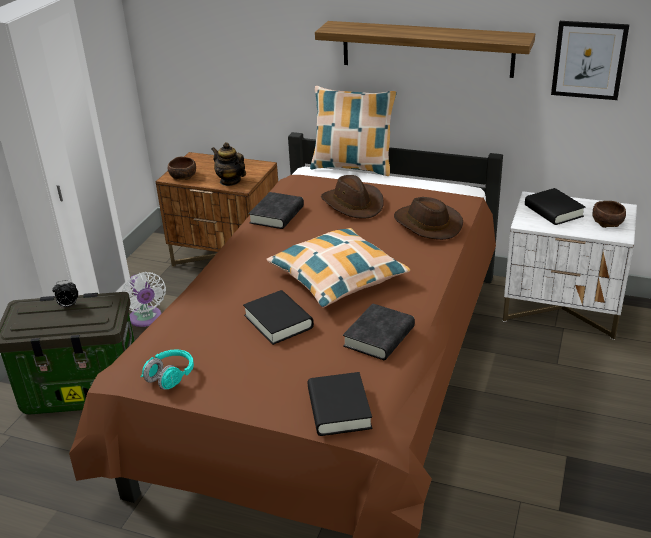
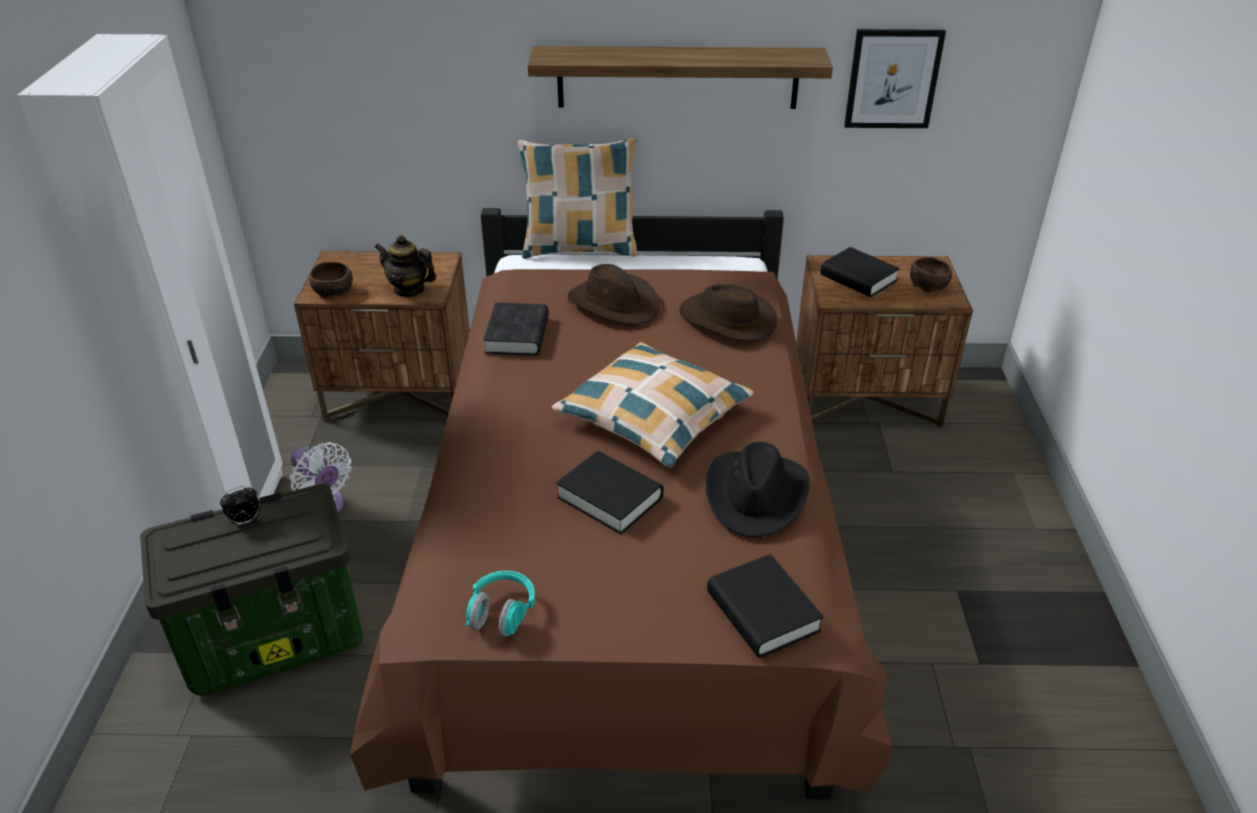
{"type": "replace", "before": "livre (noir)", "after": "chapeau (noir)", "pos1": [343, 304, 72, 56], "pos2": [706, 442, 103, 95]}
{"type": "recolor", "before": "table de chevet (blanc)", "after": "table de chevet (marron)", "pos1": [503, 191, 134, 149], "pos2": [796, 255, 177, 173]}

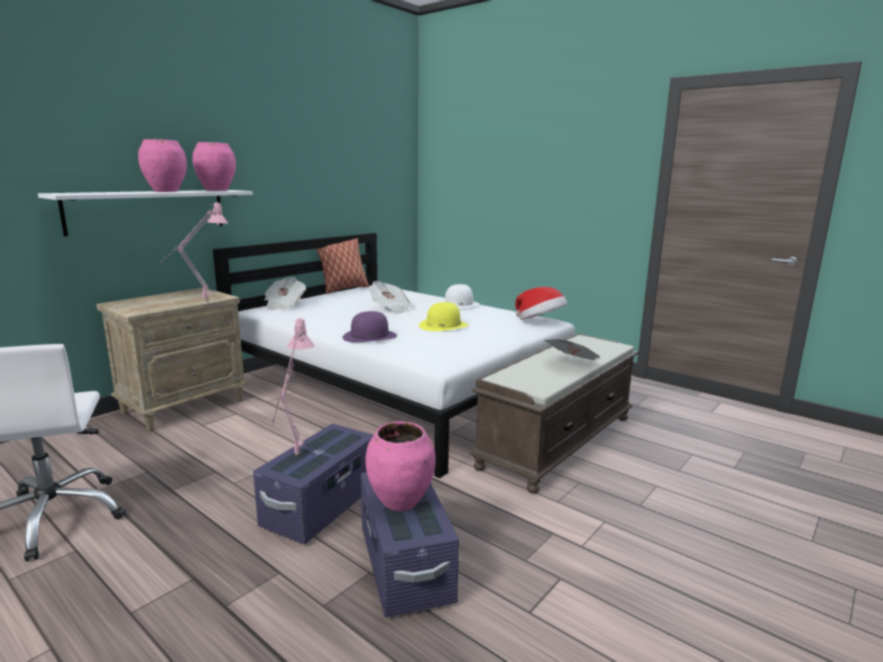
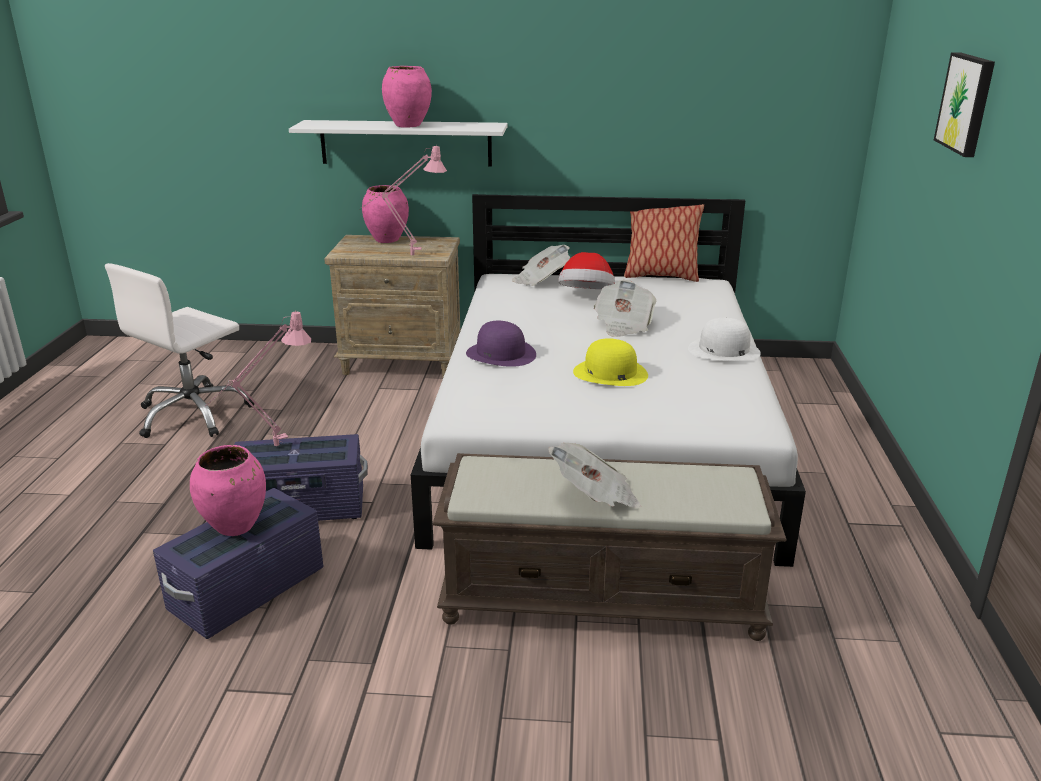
{"type": "insert", "after": "tableau", "pos2": [934, 52, 61, 105]}
{"type": "move", "before": "vase (rose)", "pos1": [192, 142, 44, 49], "pos2": [362, 185, 47, 58]}
{"type": "move", "before": "chapeau", "pos1": [515, 287, 53, 33], "pos2": [558, 252, 57, 37]}

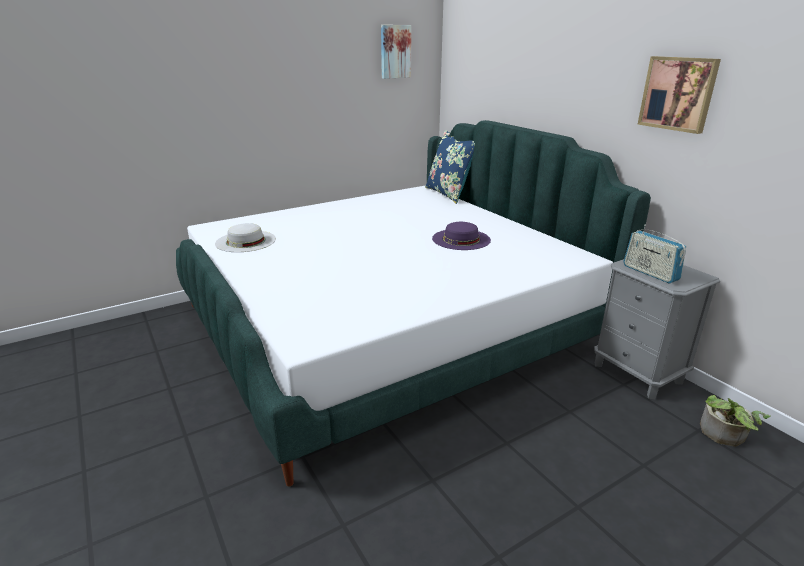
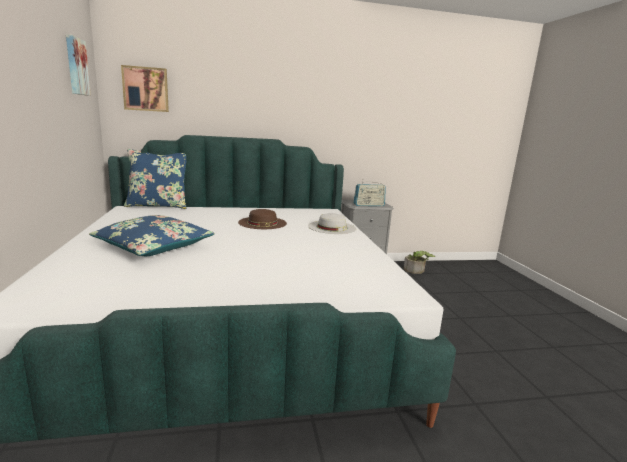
{"type": "insert", "after": "coussin (bleu)", "pos2": [89, 215, 126, 41]}
{"type": "move", "before": "chapeau (blanc)", "pos1": [215, 223, 61, 29], "pos2": [308, 213, 48, 21]}
{"type": "move", "before": "tableau", "pos1": [638, 56, 83, 78], "pos2": [121, 65, 48, 47]}
{"type": "recolor", "before": "chapeau (violet)", "after": "chapeau (marron)", "pos1": [432, 222, 59, 28], "pos2": [238, 209, 49, 20]}

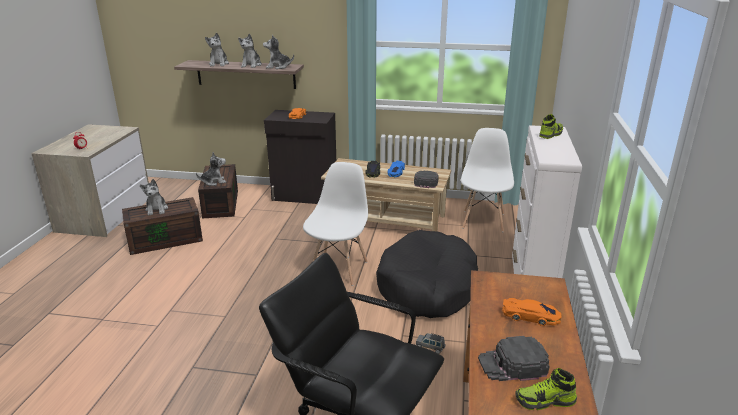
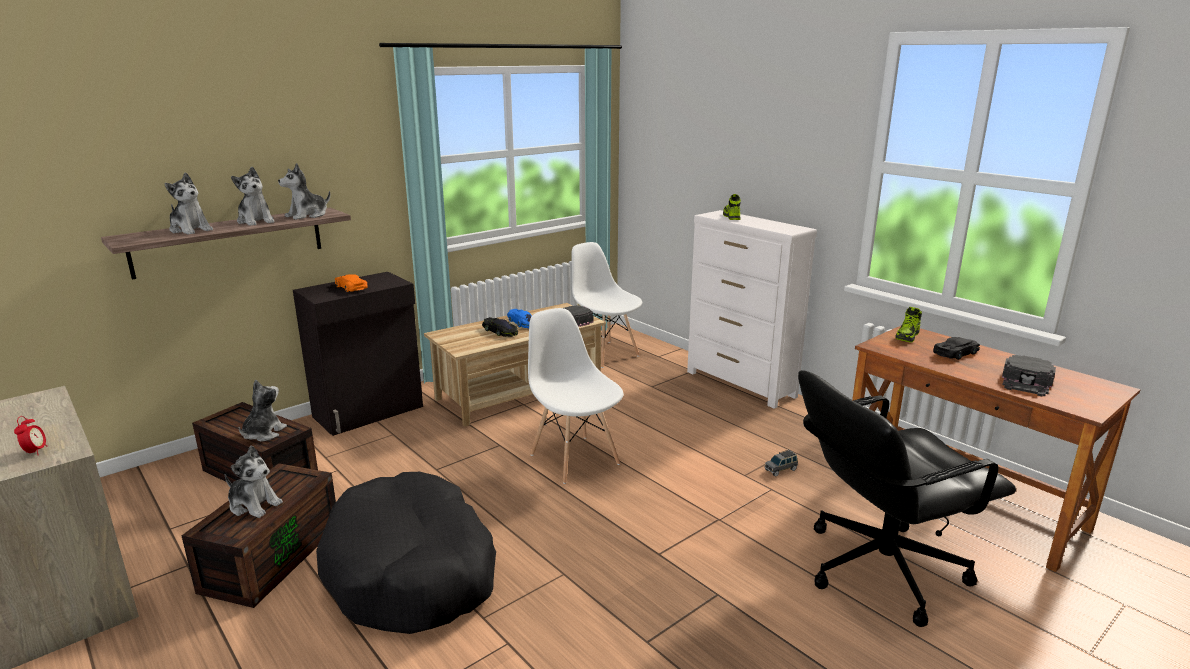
{"type": "move", "before": "panier pour chien (noir)", "pos1": [376, 230, 102, 88], "pos2": [316, 472, 180, 162]}
{"type": "move", "before": "chaussure", "pos1": [515, 368, 62, 42], "pos2": [895, 307, 27, 35]}
{"type": "recolor", "before": "petite voiture (orange)", "after": "petite voiture (noir)", "pos1": [502, 298, 60, 28], "pos2": [933, 337, 47, 23]}

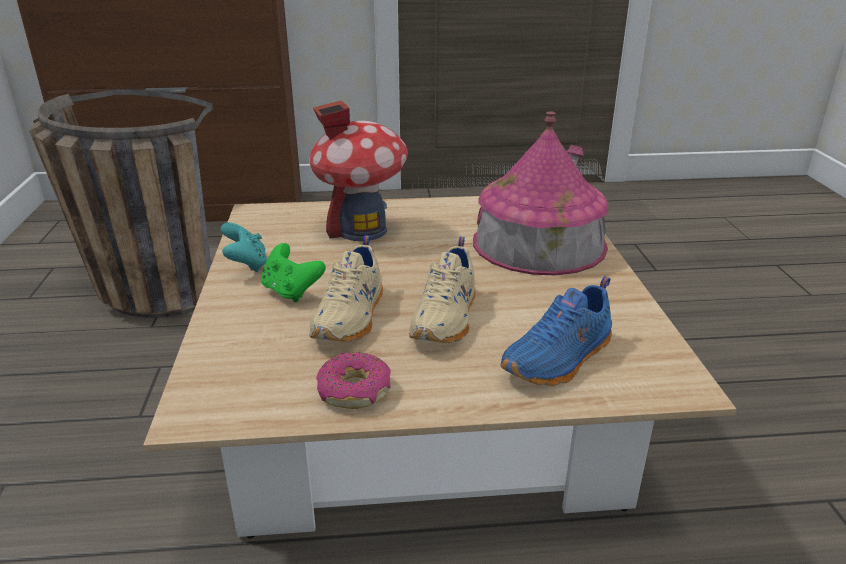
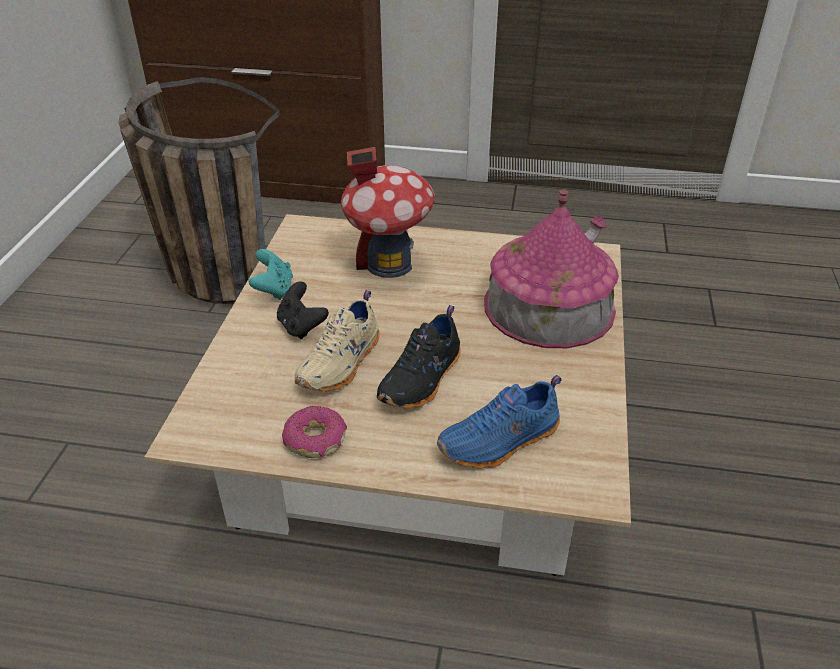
{"type": "recolor", "before": "manette (vert)", "after": "manette (noir)", "pos1": [261, 243, 65, 59], "pos2": [277, 281, 52, 59]}
{"type": "recolor", "before": "chaussure (beige)", "after": "chaussure (noir)", "pos1": [409, 237, 67, 106], "pos2": [377, 305, 84, 104]}

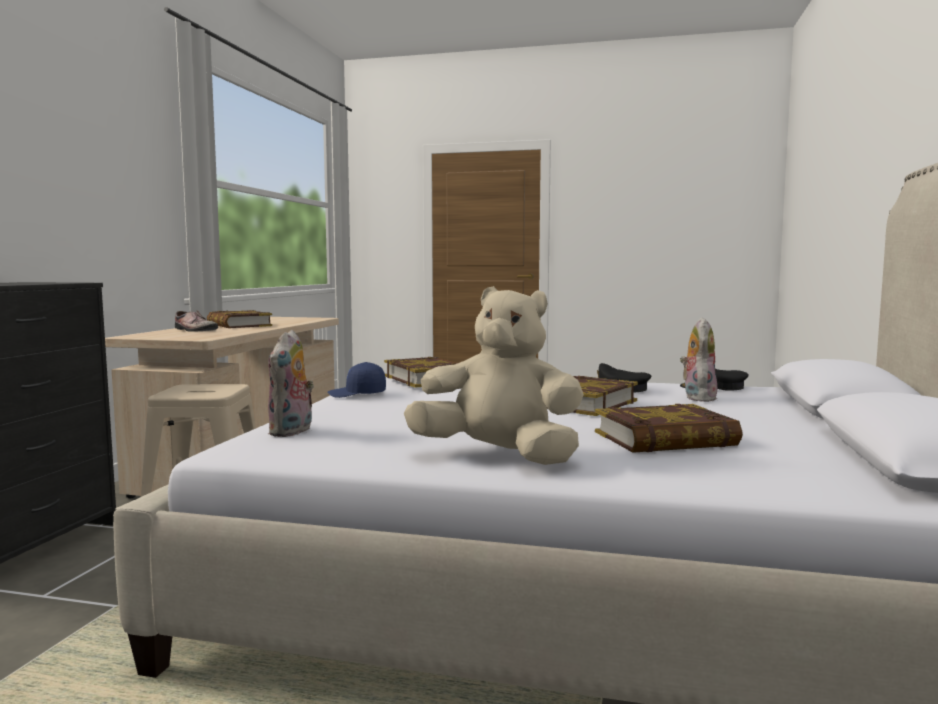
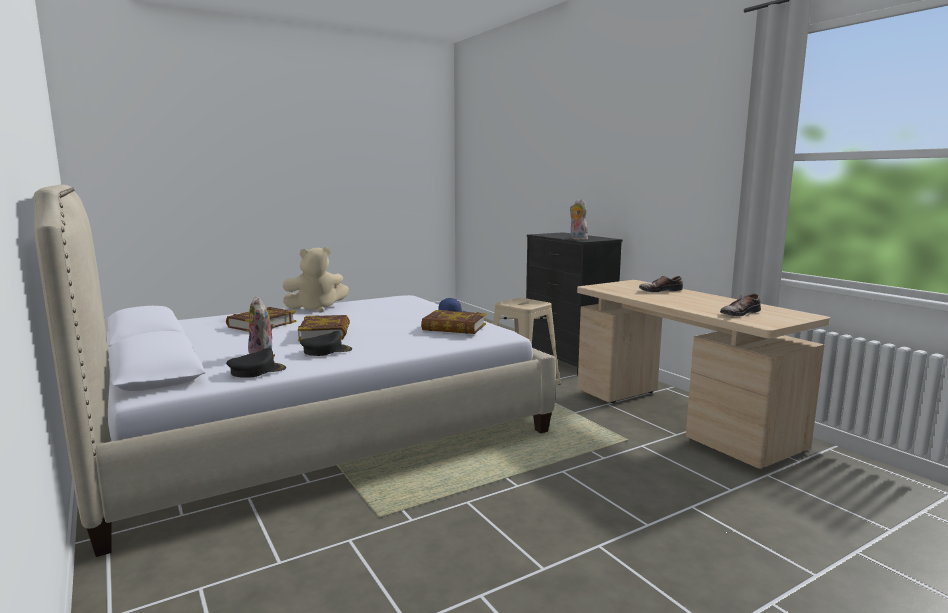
{"type": "delete", "before": "livre", "pos1": [207, 310, 65, 18]}
{"type": "insert", "after": "chaussure", "pos2": [720, 294, 41, 23]}
{"type": "move", "before": "peluche", "pos1": [268, 330, 46, 107], "pos2": [570, 199, 18, 41]}

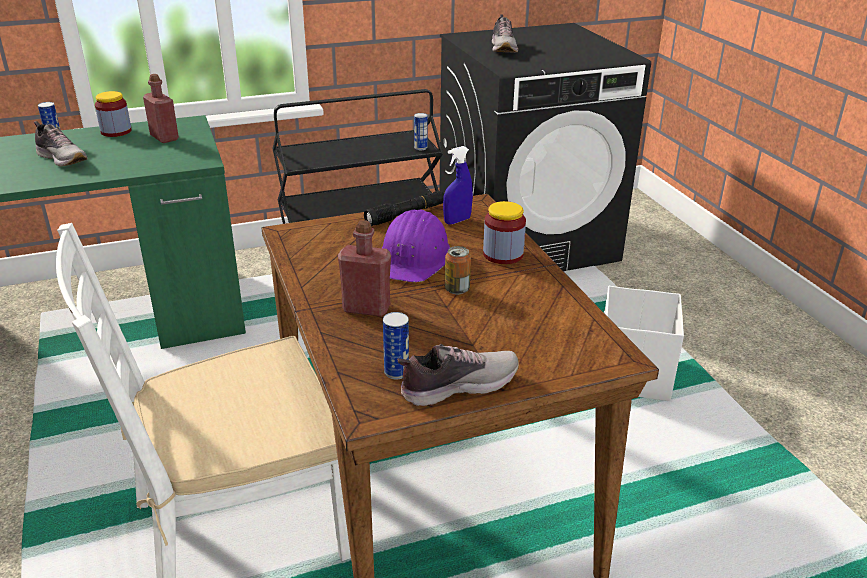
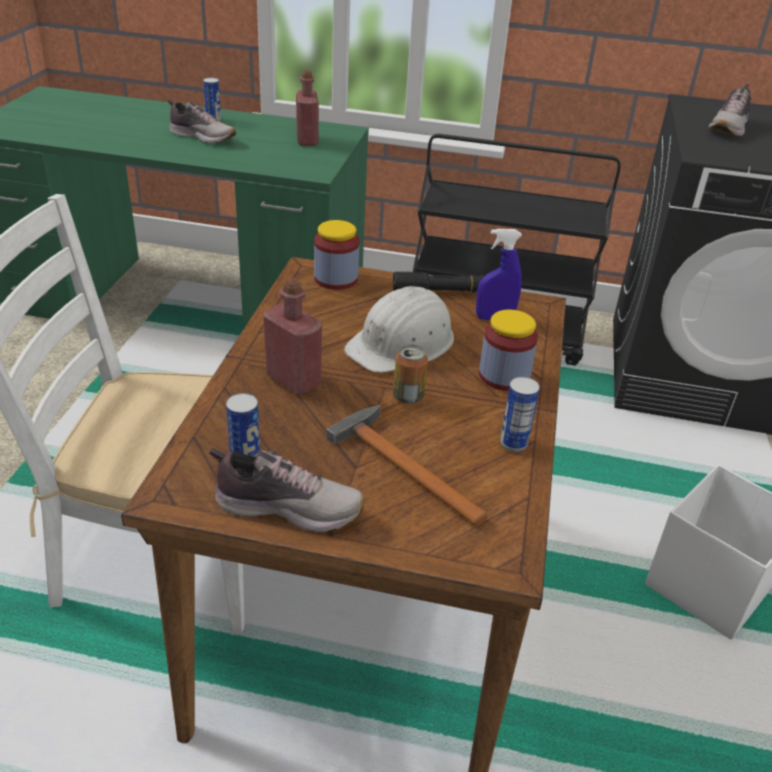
{"type": "insert", "after": "marteau", "pos2": [326, 405, 162, 121]}
{"type": "move", "before": "bocal", "pos1": [95, 91, 37, 46], "pos2": [314, 220, 45, 70]}
{"type": "move", "before": "boîte métallique", "pos1": [414, 113, 14, 37], "pos2": [500, 377, 40, 75]}
{"type": "recolor", "before": "casque de chantier (violet)", "after": "casque de chantier (blanc)", "pos1": [382, 210, 68, 72], "pos2": [344, 286, 110, 87]}
{"type": "rotate", "before": "chaussure", "pos1": [34, 121, 53, 45], "pos2": [167, 99, 69, 45], "turn": -45}

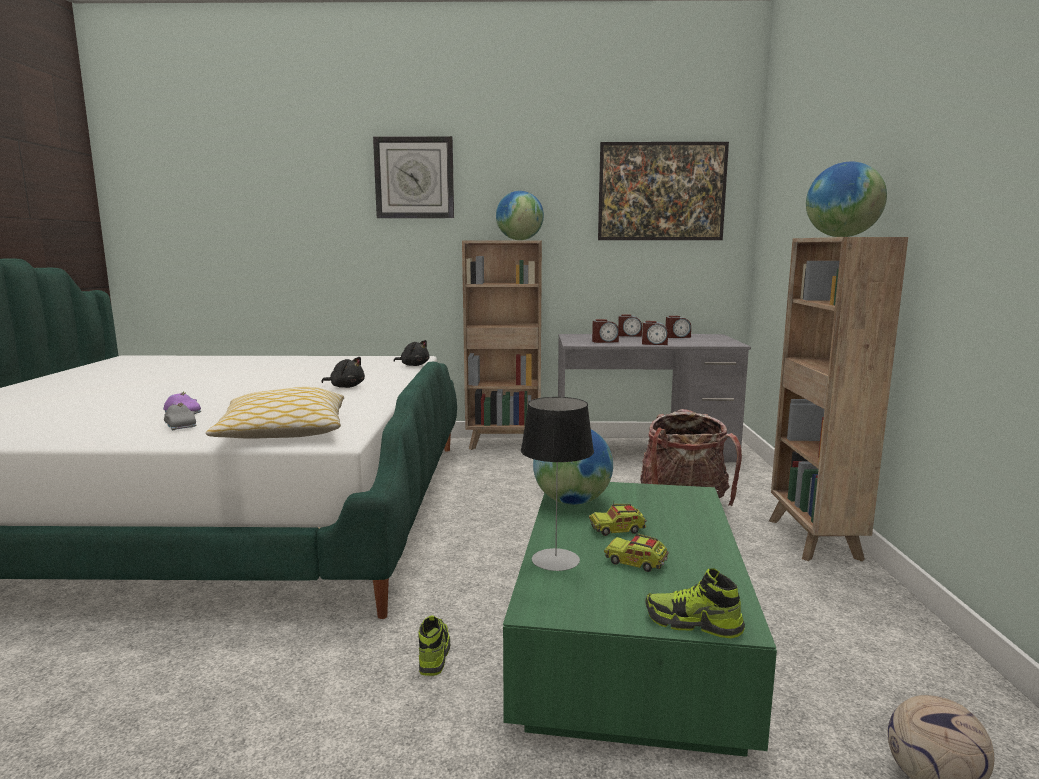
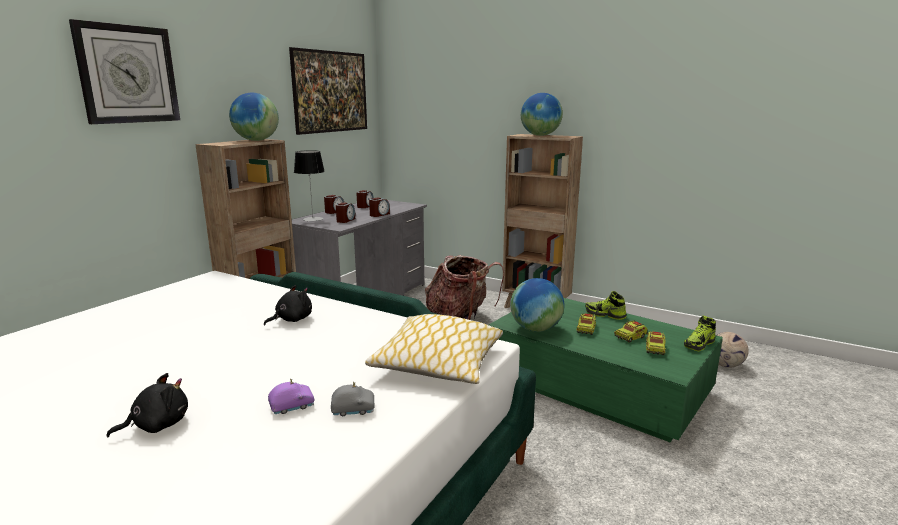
{"type": "insert", "after": "camion jouet", "pos2": [646, 331, 20, 24]}
{"type": "move", "before": "peluche (noir)", "pos1": [394, 340, 35, 26], "pos2": [106, 373, 82, 64]}
{"type": "move", "before": "chaussure", "pos1": [418, 615, 32, 61], "pos2": [585, 291, 42, 29]}
{"type": "move", "before": "lampe de table", "pos1": [521, 397, 73, 174], "pos2": [294, 150, 31, 71]}

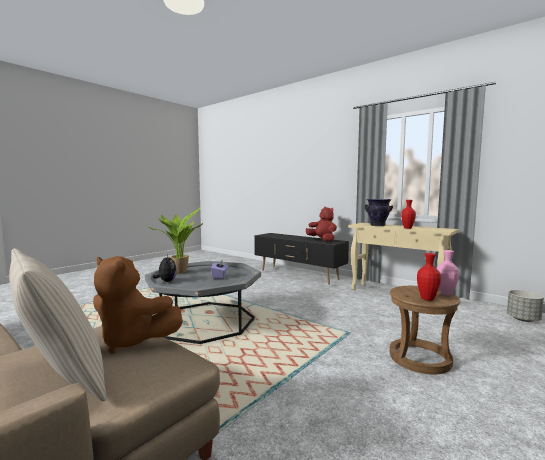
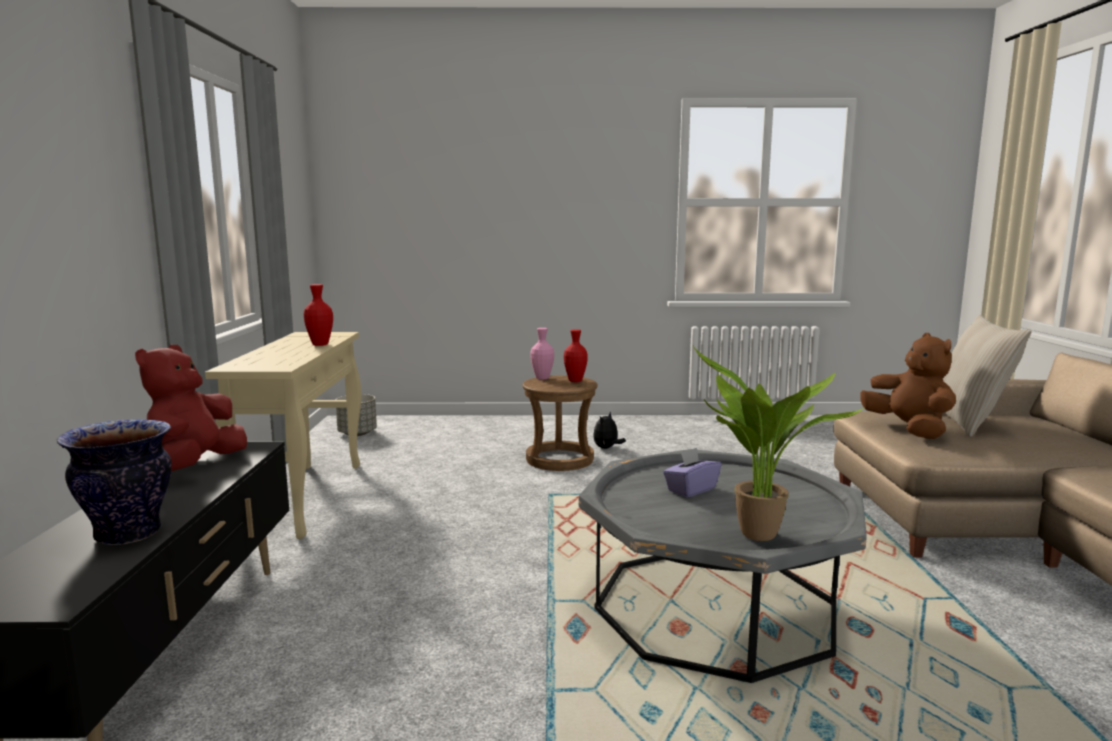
{"type": "move", "before": "peluche", "pos1": [152, 255, 25, 27], "pos2": [593, 412, 33, 37]}
{"type": "move", "before": "vase", "pos1": [365, 199, 28, 27], "pos2": [57, 420, 115, 125]}

